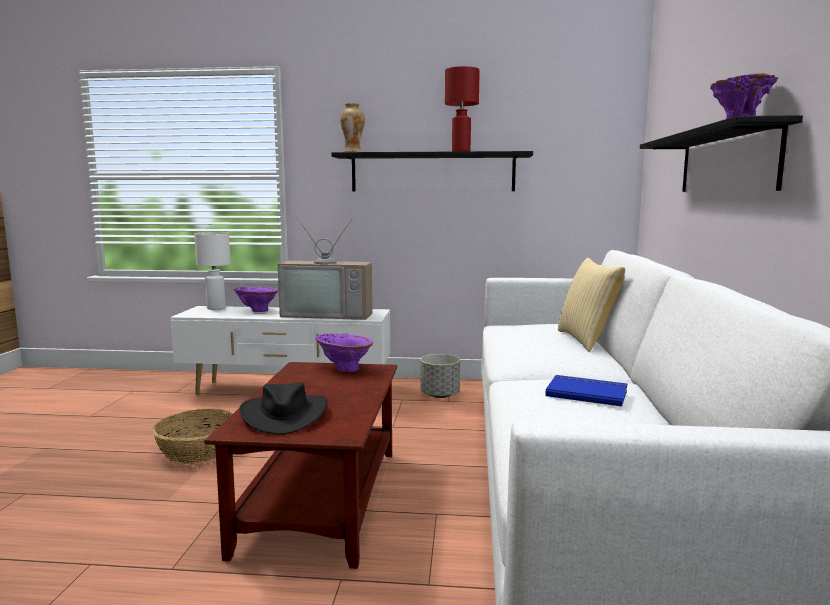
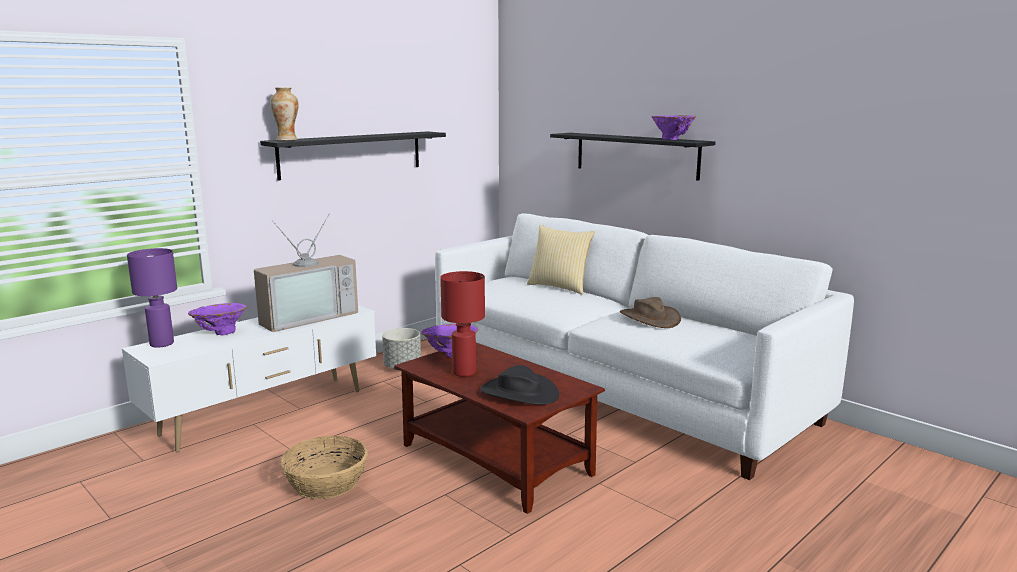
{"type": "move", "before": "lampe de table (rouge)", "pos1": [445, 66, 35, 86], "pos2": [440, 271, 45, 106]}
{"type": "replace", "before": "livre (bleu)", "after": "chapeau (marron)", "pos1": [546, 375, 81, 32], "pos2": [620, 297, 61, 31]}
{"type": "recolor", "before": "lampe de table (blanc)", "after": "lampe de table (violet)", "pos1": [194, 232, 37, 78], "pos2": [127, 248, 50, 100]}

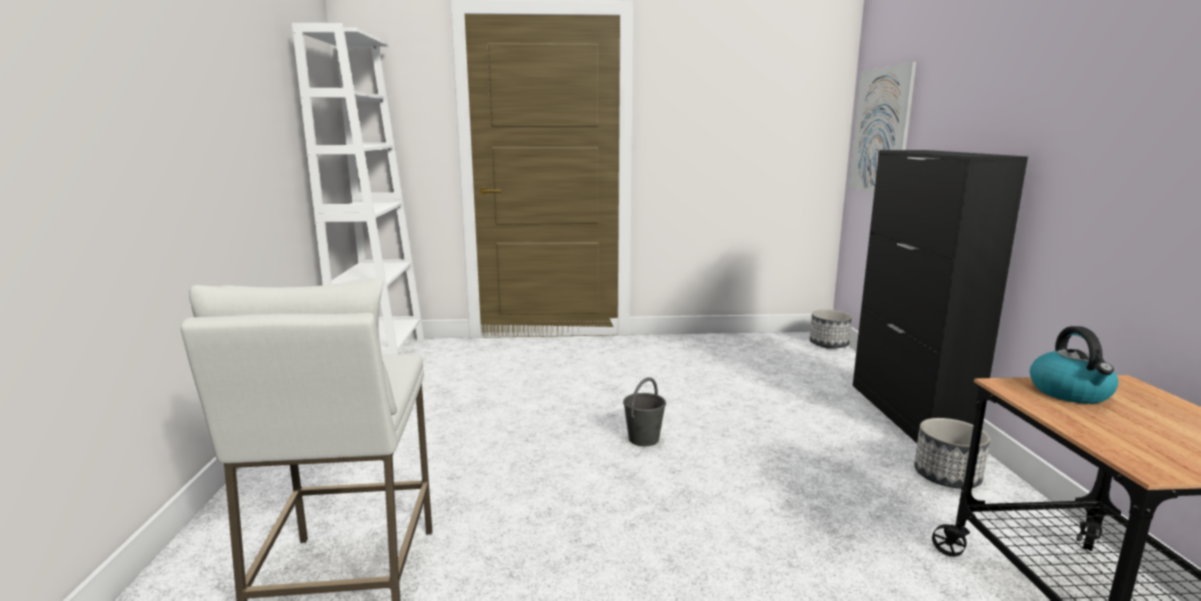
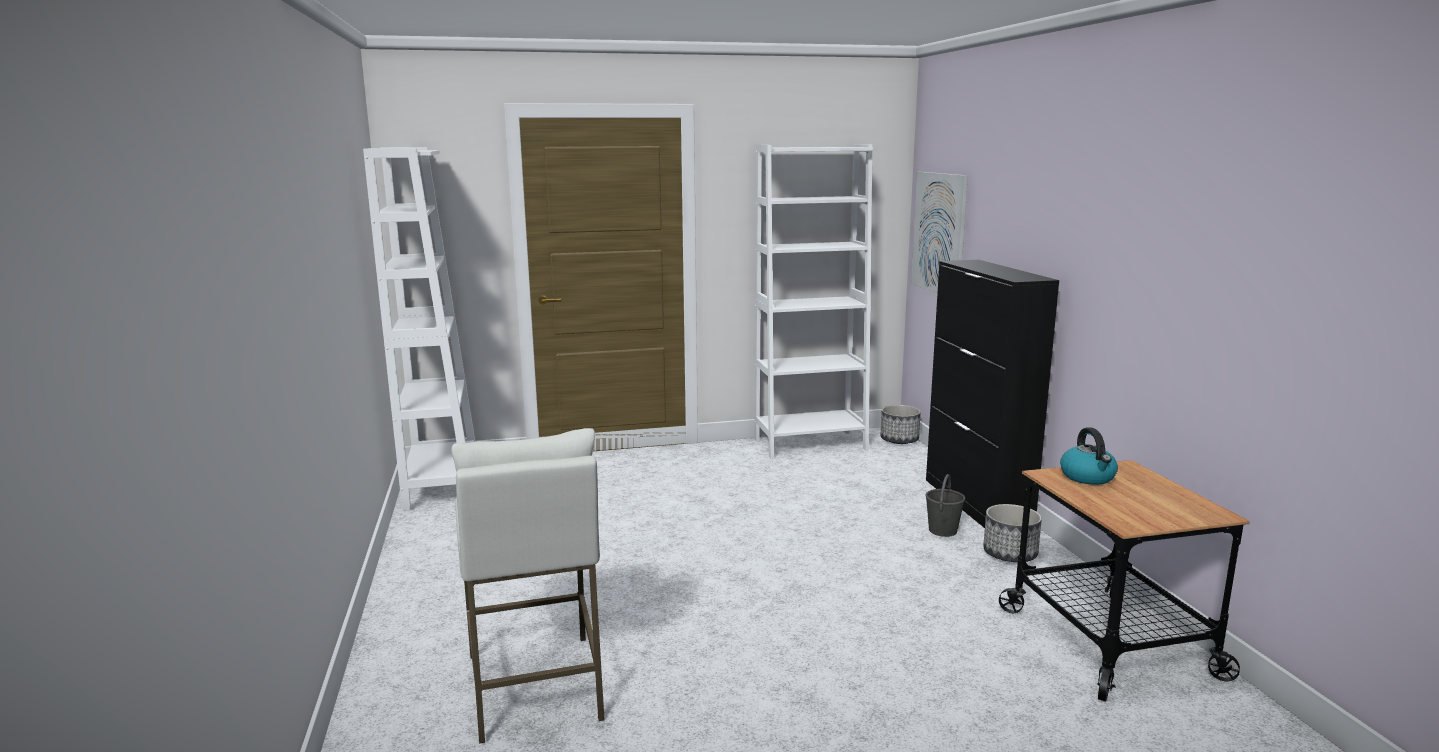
{"type": "insert", "after": "bibliothèque (blanc)", "pos2": [754, 144, 119, 315]}
{"type": "move", "before": "seau (gris)", "pos1": [623, 377, 43, 69], "pos2": [925, 474, 40, 63]}

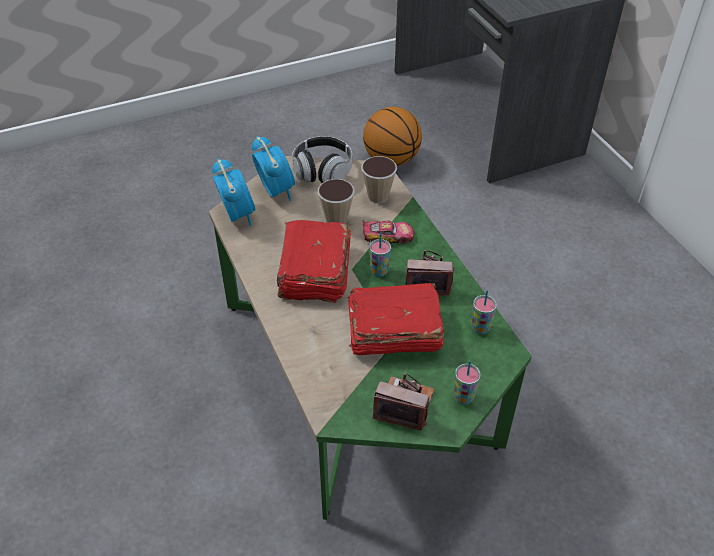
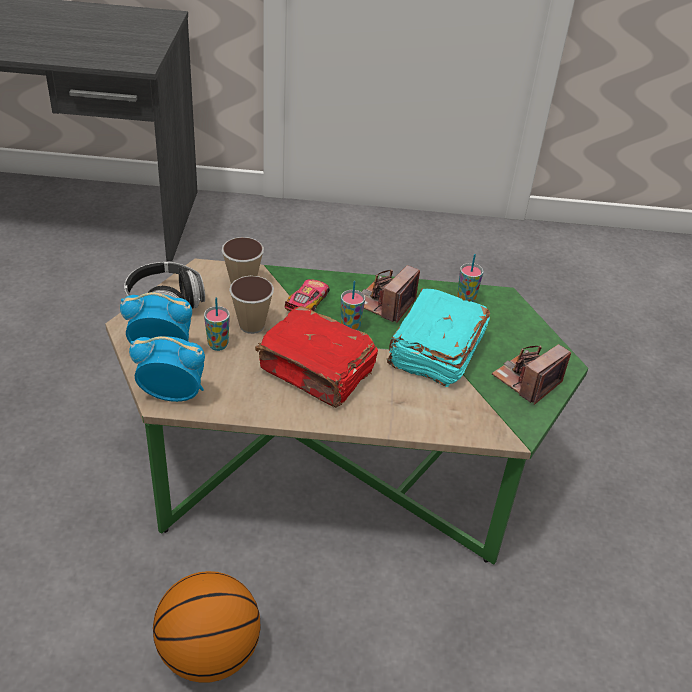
{"type": "move", "before": "ballon de basket", "pos1": [363, 107, 59, 59], "pos2": [153, 571, 107, 112]}
{"type": "move", "before": "tasse", "pos1": [454, 360, 27, 45], "pos2": [204, 297, 26, 54]}
{"type": "recolor", "before": "livre (rouge)", "after": "livre (turquoise)", "pos1": [348, 283, 96, 72], "pos2": [387, 288, 103, 99]}

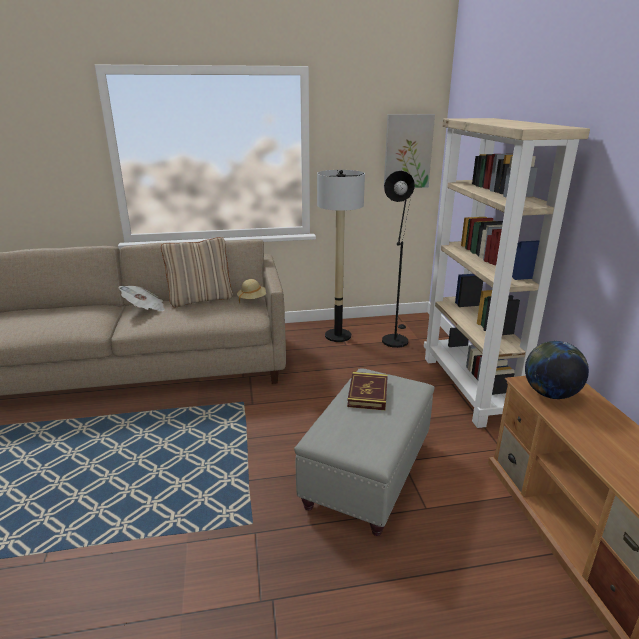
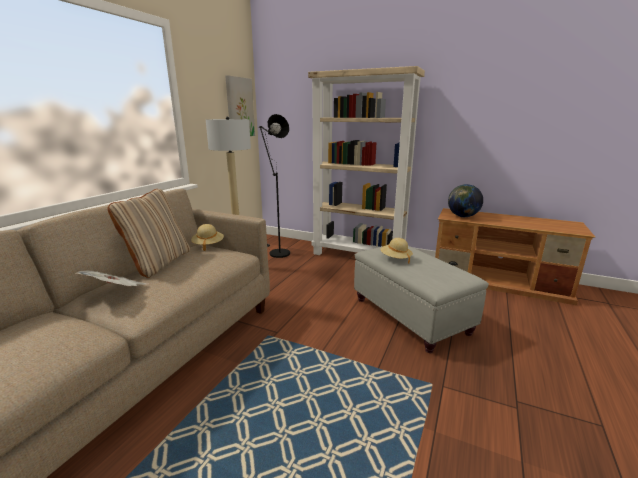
{"type": "replace", "before": "livre", "after": "chapeau (beige)", "pos1": [347, 372, 41, 38], "pos2": [380, 238, 33, 26]}

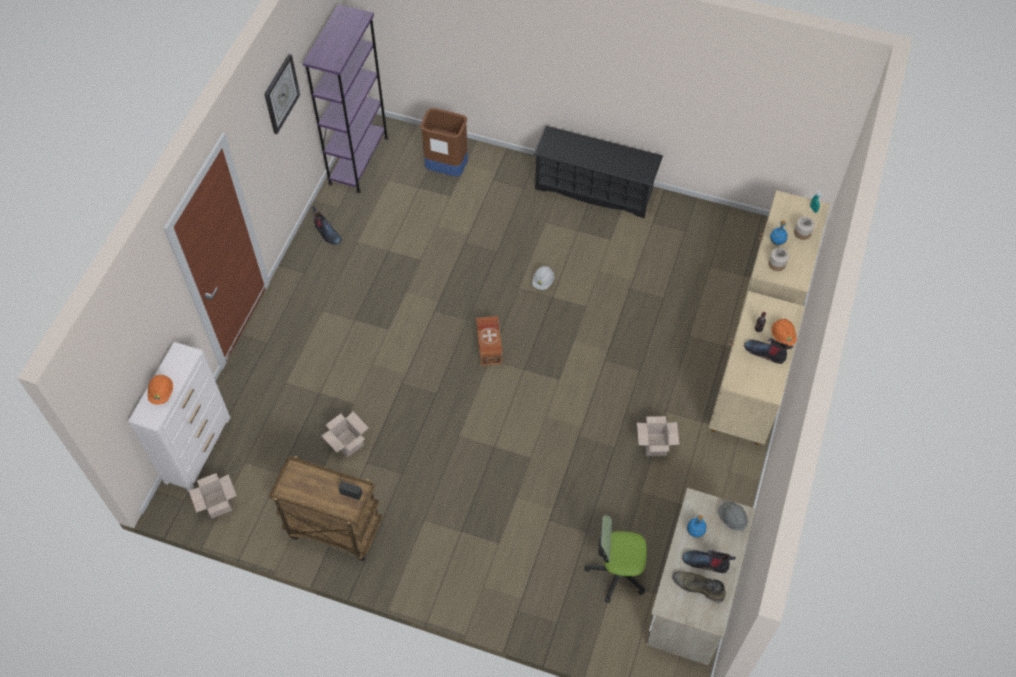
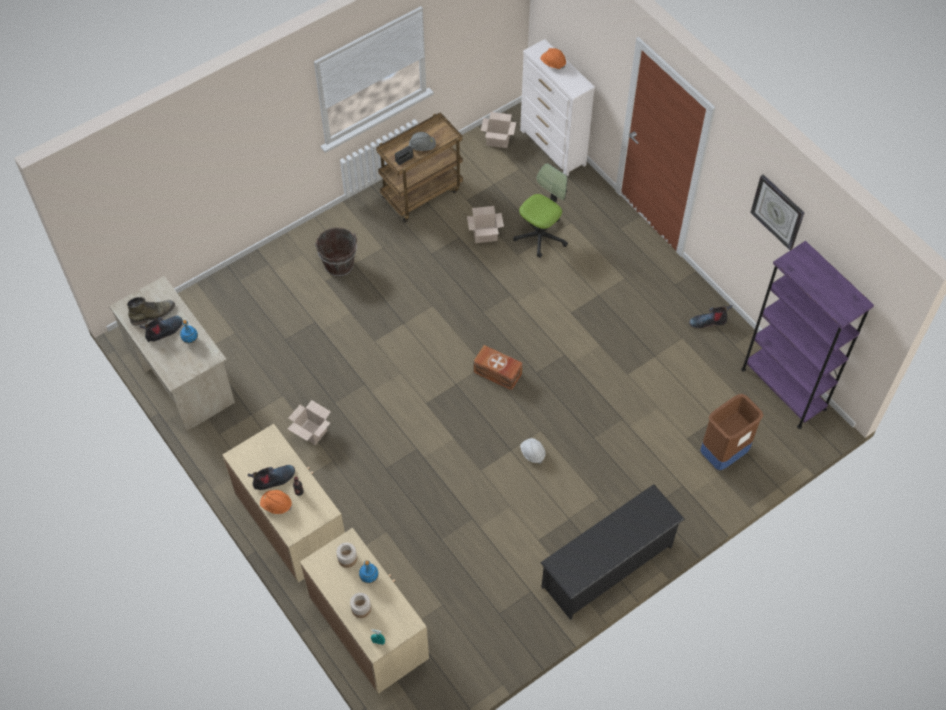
{"type": "insert", "after": "seau (marron)", "pos2": [315, 227, 42, 50]}
{"type": "move", "before": "chaise de bureau", "pos1": [585, 515, 62, 88], "pos2": [513, 163, 55, 95]}
{"type": "move", "before": "casque de chantier (gris)", "pos1": [718, 501, 30, 30], "pos2": [409, 132, 27, 19]}

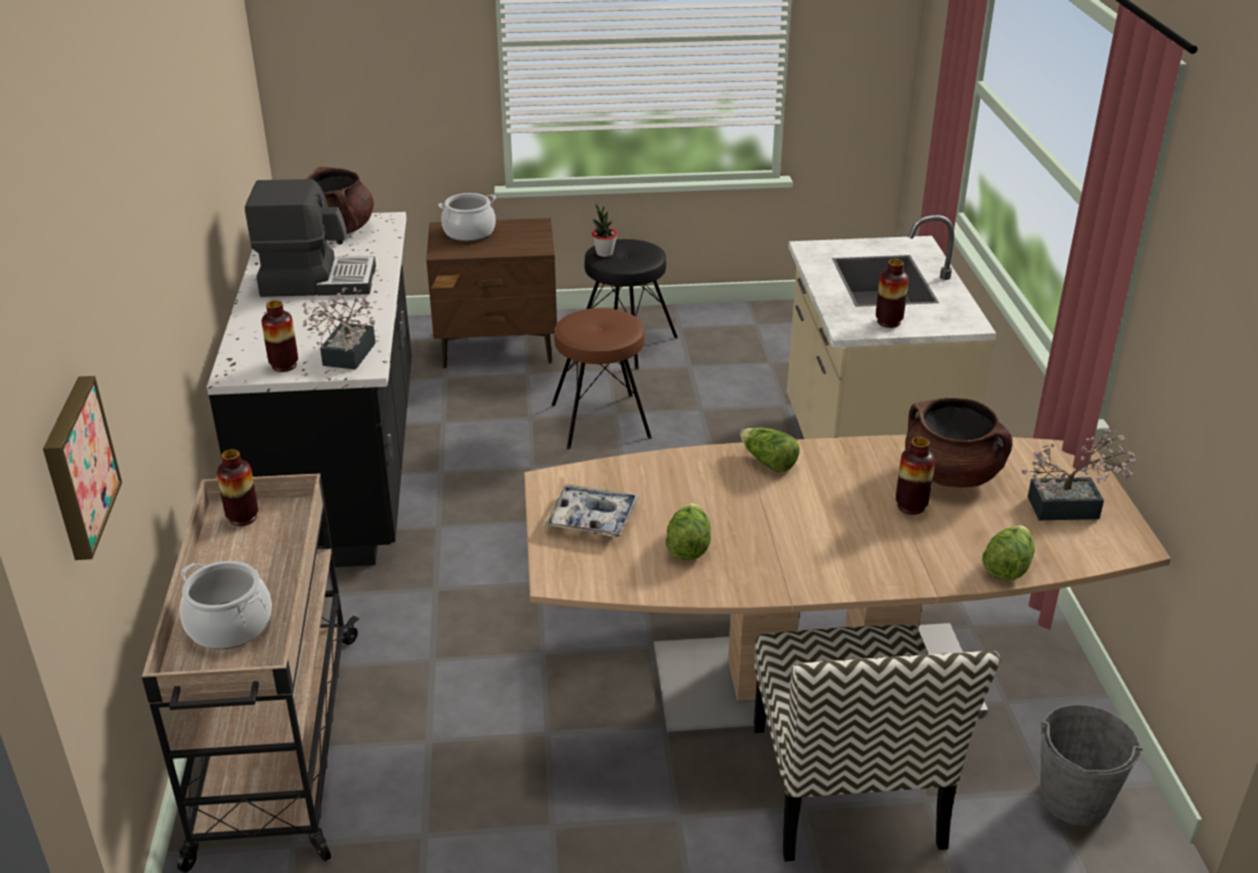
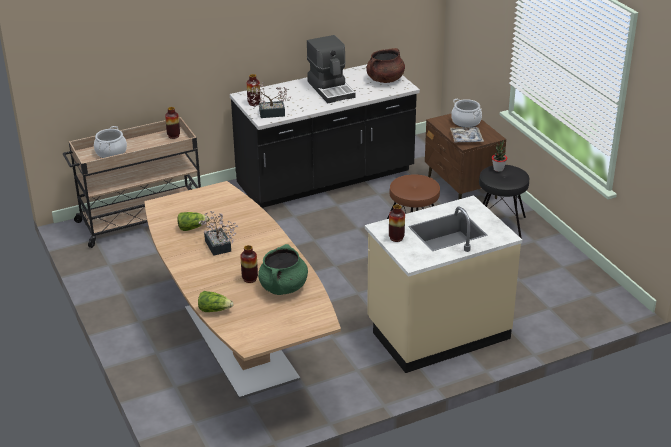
{"type": "delete", "before": "tableau", "pos1": [43, 376, 79, 184]}
{"type": "delete", "before": "laitue", "pos1": [740, 428, 60, 45]}
{"type": "delete", "before": "chaise", "pos1": [754, 625, 246, 236]}
{"type": "delete", "before": "seau (gris)", "pos1": [1040, 704, 103, 122]}
{"type": "move", "before": "plateau", "pos1": [542, 484, 98, 54], "pos2": [450, 127, 34, 16]}
{"type": "move", "before": "plante en pot", "pos1": [1021, 427, 115, 93], "pos2": [199, 211, 39, 45]}
{"type": "recolor", "before": "marmite (marron)", "after": "marmite (vert)", "pos1": [905, 398, 107, 90], "pos2": [258, 244, 50, 51]}

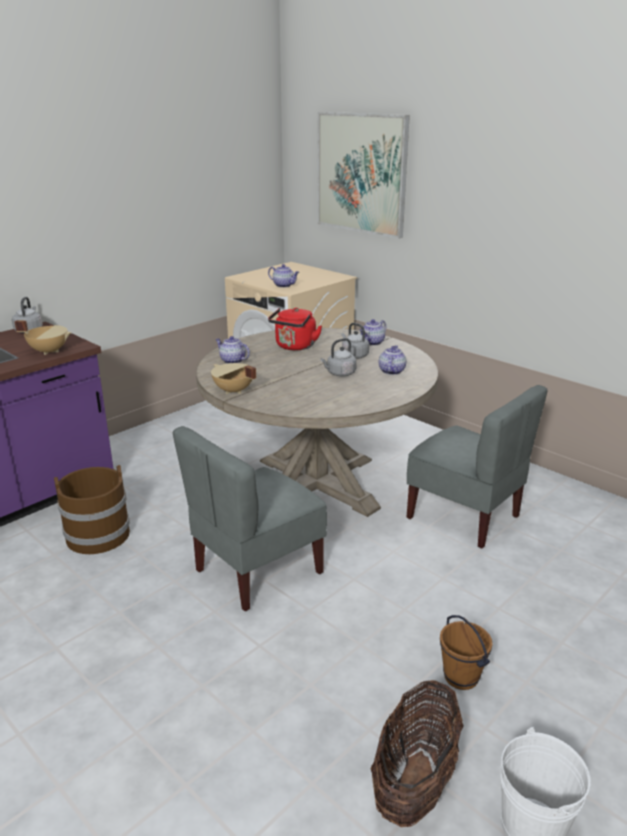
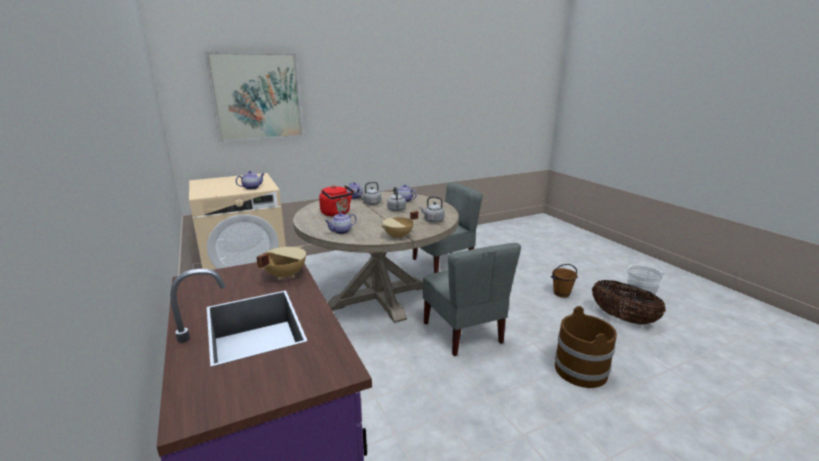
{"type": "move", "before": "bouilloire (gris)", "pos1": [12, 297, 31, 36], "pos2": [419, 196, 26, 27]}
{"type": "move", "before": "seau (marron)", "pos1": [54, 465, 76, 89], "pos2": [555, 306, 62, 82]}

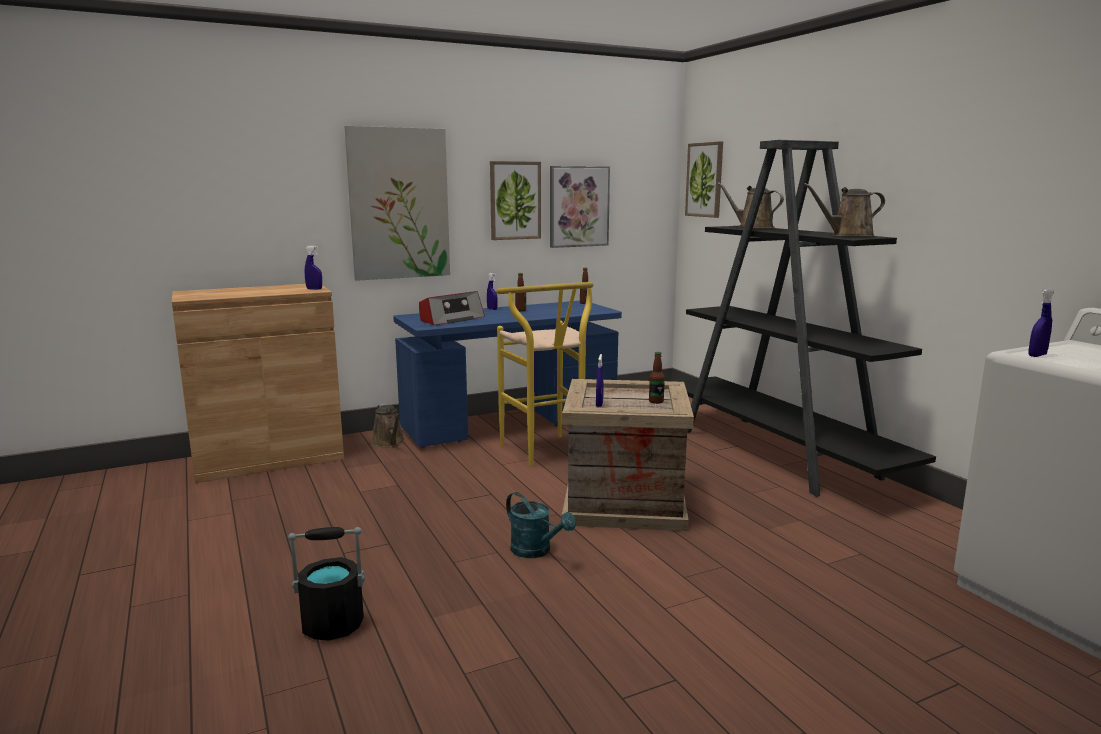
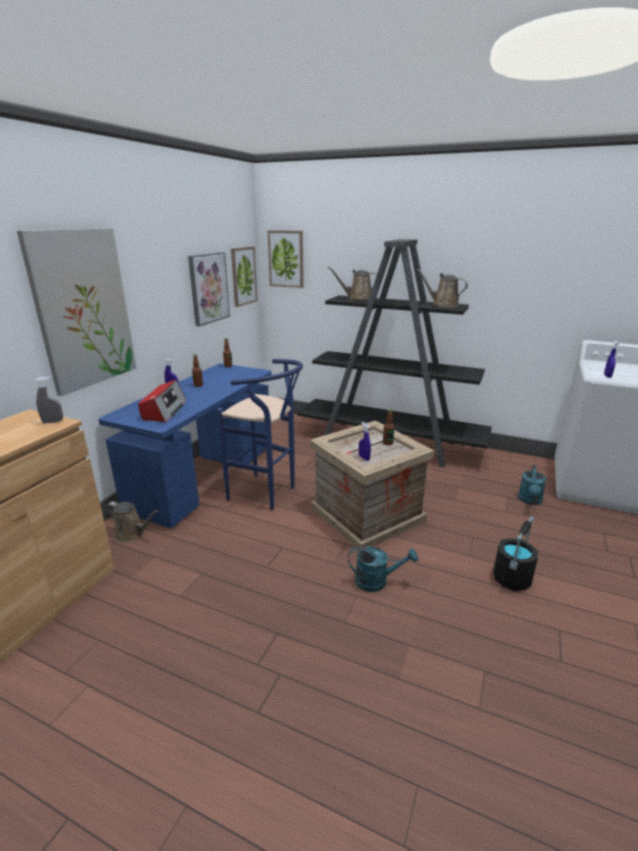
{"type": "insert", "after": "arrosoir (turquoise)", "pos2": [518, 465, 29, 40]}
{"type": "move", "before": "seau (noir)", "pos1": [288, 527, 77, 114], "pos2": [493, 517, 45, 74]}
{"type": "move", "before": "tableau", "pos1": [490, 161, 51, 79], "pos2": [231, 246, 26, 61]}
{"type": "recolor", "before": "vaporisateur (bleu)", "after": "vaporisateur (gris)", "pos1": [305, 246, 17, 44], "pos2": [35, 377, 28, 47]}
{"type": "recolor", "before": "tabouret (jaune)", "after": "tabouret (bleu)", "pos1": [496, 282, 97, 184], "pos2": [217, 359, 86, 151]}
{"type": "rotate", "before": "arrosoir (marron)", "pos1": [803, 183, 82, 54], "pos2": [417, 269, 51, 38], "turn": 90}

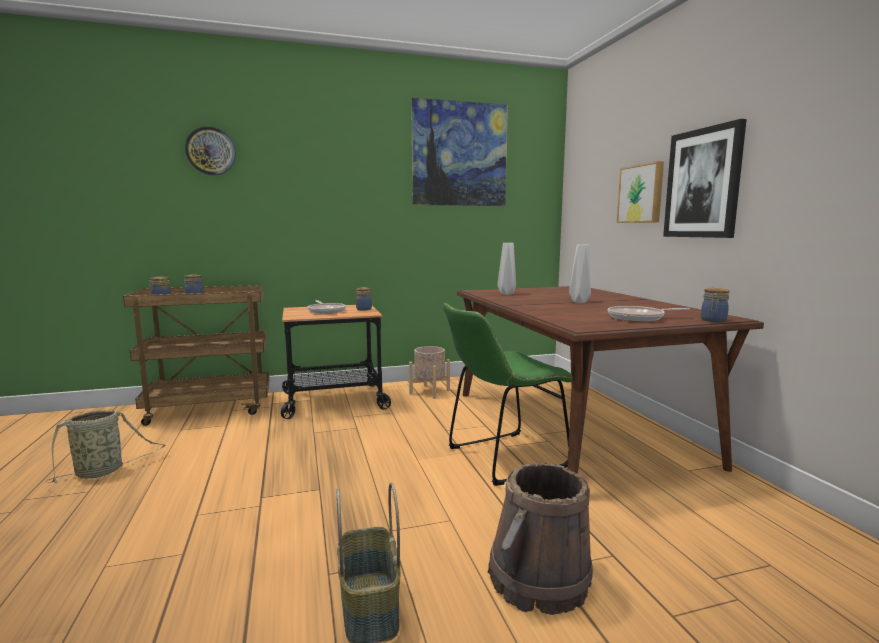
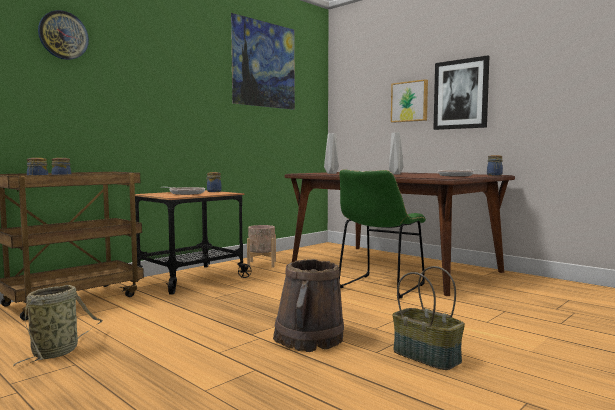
{"type": "move", "before": "seau (marron)", "pos1": [488, 463, 105, 152], "pos2": [273, 259, 71, 93]}

